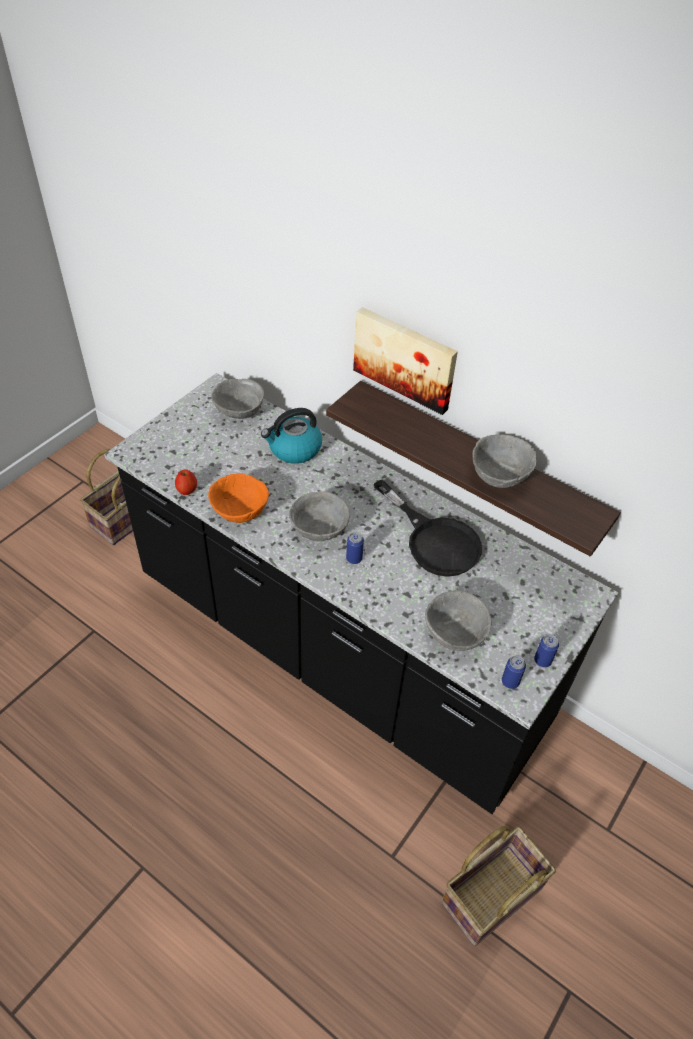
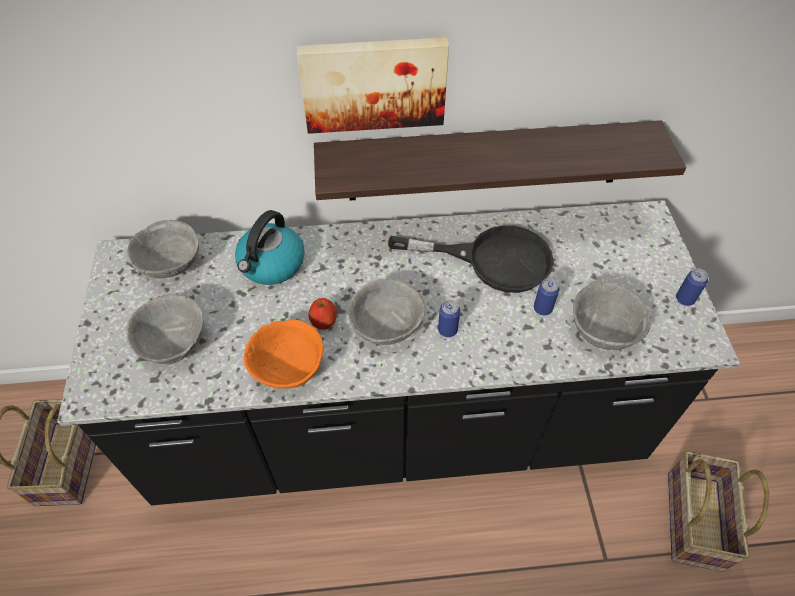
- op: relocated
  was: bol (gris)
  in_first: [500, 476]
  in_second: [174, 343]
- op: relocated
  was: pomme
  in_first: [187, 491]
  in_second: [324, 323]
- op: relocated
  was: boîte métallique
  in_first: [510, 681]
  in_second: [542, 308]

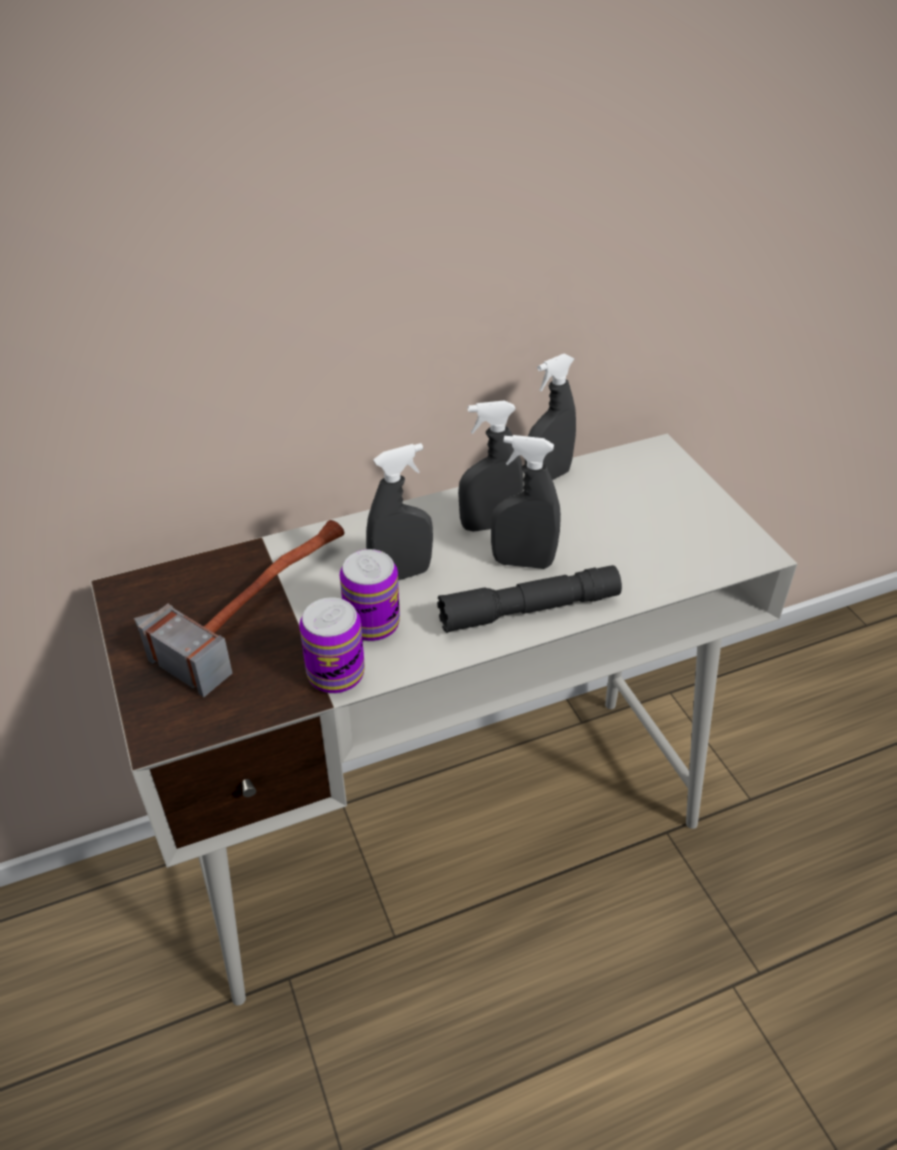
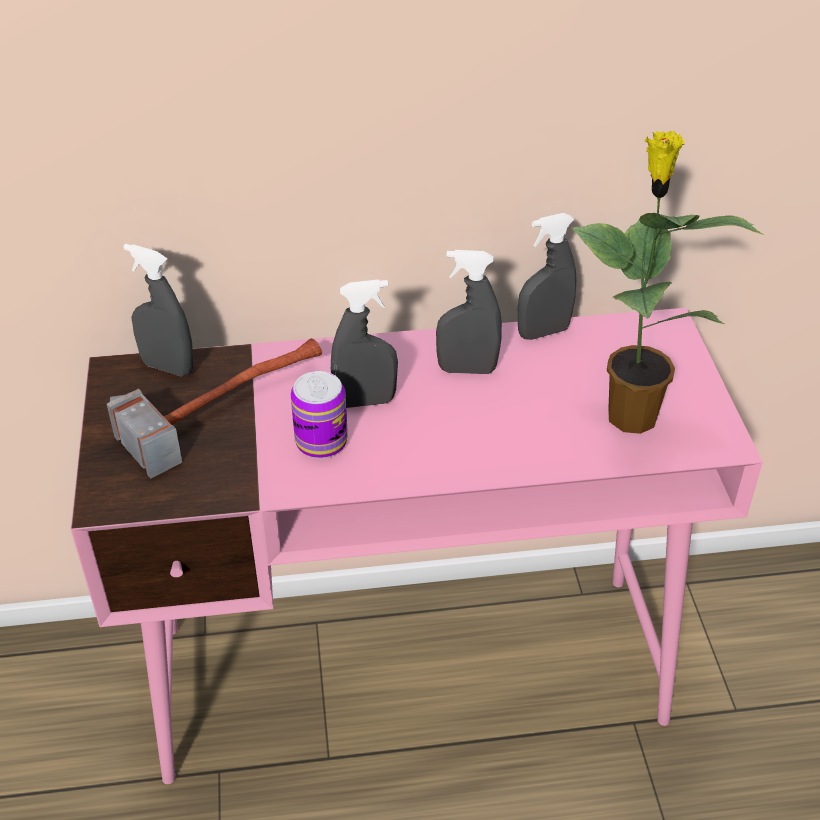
- op: colour
  was: bureau (blanc)
  now: bureau (rose)
  in_first: [449, 832]
  in_second: [412, 673]
- op: relocated
  was: vaporisateur (gris)
  in_first: [522, 562]
  in_second: [168, 367]
- op: appeared
  now: plante en pot
  in_second: [629, 414]
- op: missing
  was: boîte métallique
  in_first: [336, 674]
- op: missing
  was: lampe de poche (gris)
  in_first: [529, 610]

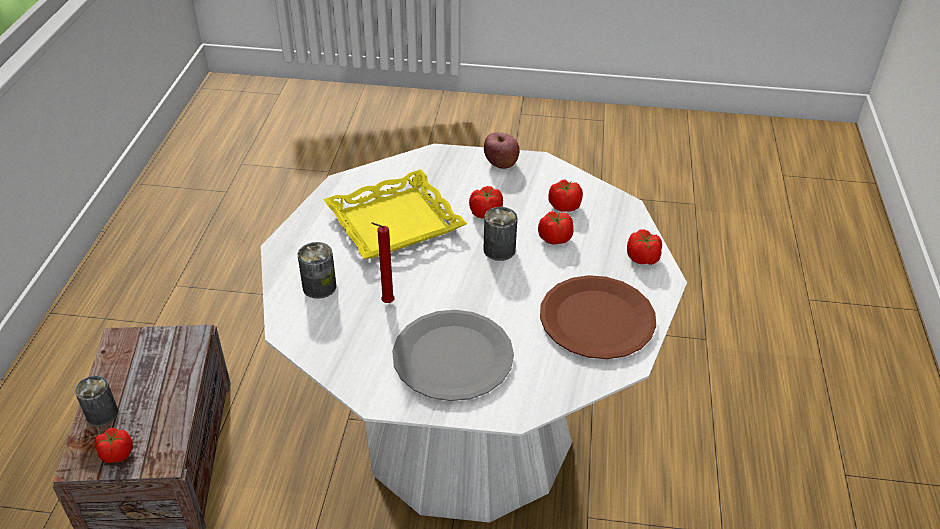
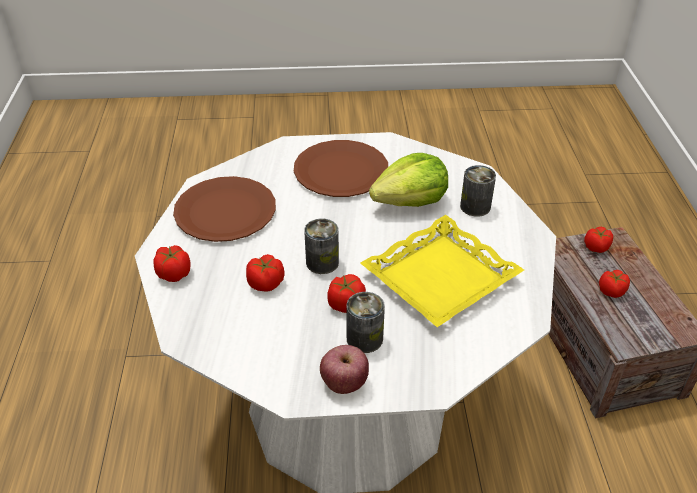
- op: colour
  was: assiette (gris)
  now: assiette (marron)
  in_first: [452, 357]
  in_second: [341, 171]
- op: relocated
  was: boîte métallique
  in_first: [102, 414]
  in_second: [364, 338]
- op: exchanged
  was: bougie (rouge)
  now: laitue
  in_first: [385, 303]
  in_second: [411, 201]
- op: relocated
  was: tomate
  in_first: [564, 206]
  in_second: [611, 291]

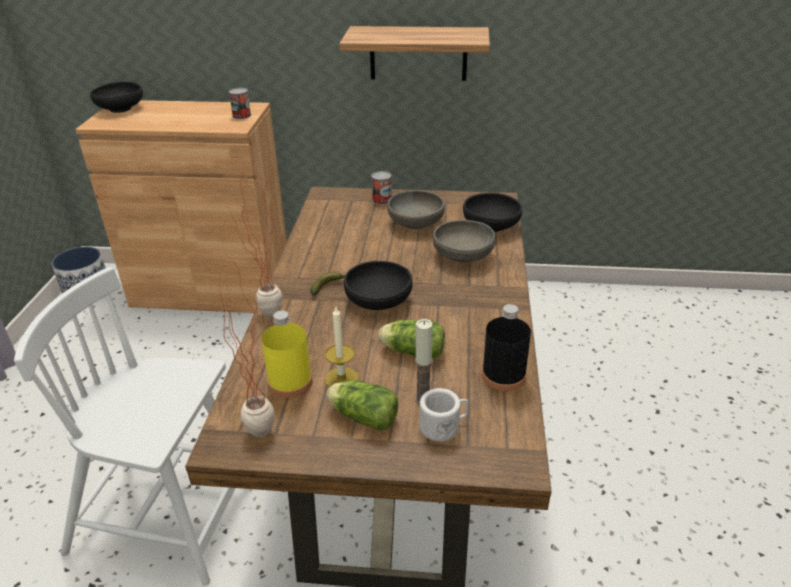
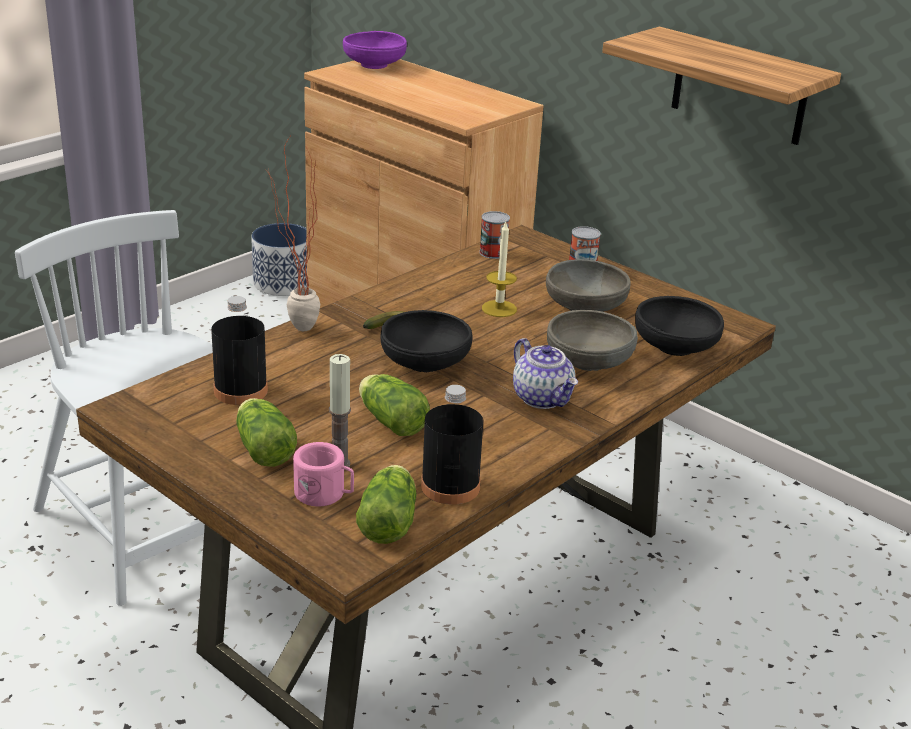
- op: colour
  was: bouteille (jaune)
  now: bouteille (noir)
  in_first: [290, 382]
  in_second: [240, 391]
- op: colour
  was: mug (blanc)
  now: mug (rose)
  in_first: [444, 426]
  in_second: [324, 494]
- op: colour
  was: bol (noir)
  now: bol (violet)
  in_first: [121, 109]
  in_second: [374, 65]
- op: appeared
  now: laitue
  in_second: [389, 520]
- op: relocated
  was: boîte métallique
  in_first: [241, 116]
  in_second: [493, 252]
- op: relocated
  was: bougie
  in_first: [341, 379]
  in_second: [499, 309]
- op: appeared
  now: théière
  in_second: [543, 398]
- op: missing
  was: plante en pot
  in_first: [263, 425]

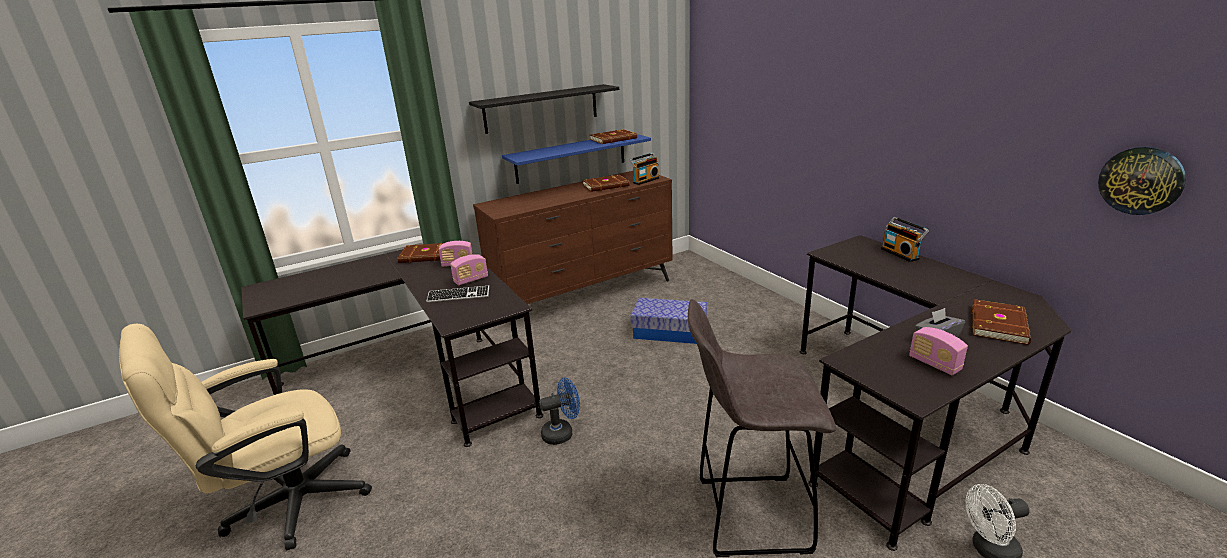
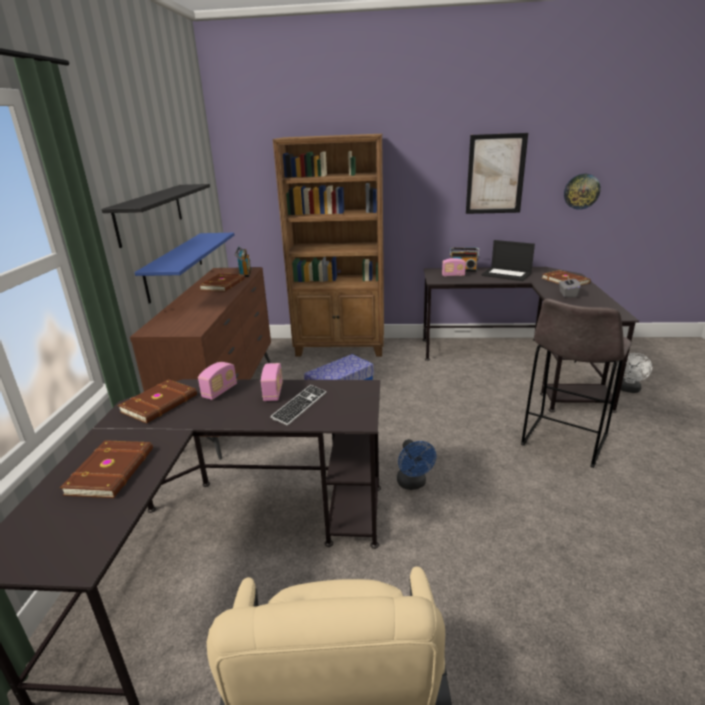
- op: relocated
  was: livre (marron)
  in_first: [614, 139]
  in_second: [112, 471]
- op: appeared
  now: bibliothèque (marron)
  in_second: [341, 348]
- op: spun
  was: ventilateur (bleu)
  in_first: [562, 433]
  in_second: [413, 484]
  clockwise: 150
- op: relocated
  was: radio
  in_first: [934, 364]
  in_second: [453, 275]
- op: appeared
  now: tableau
  in_second: [495, 174]
- op: appeared
  now: ordinateur portable
  in_second: [507, 274]

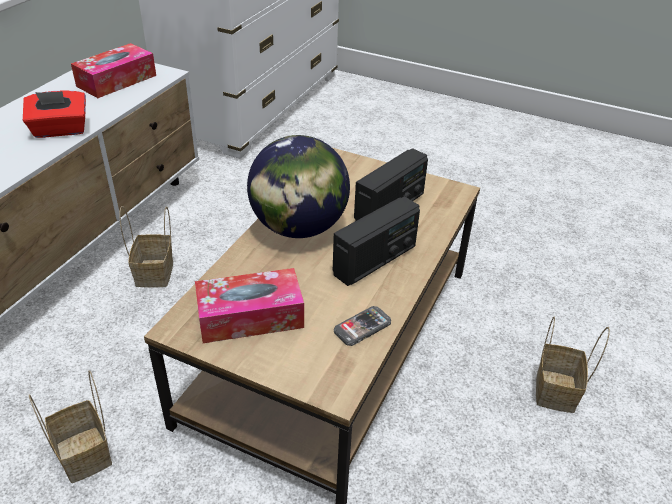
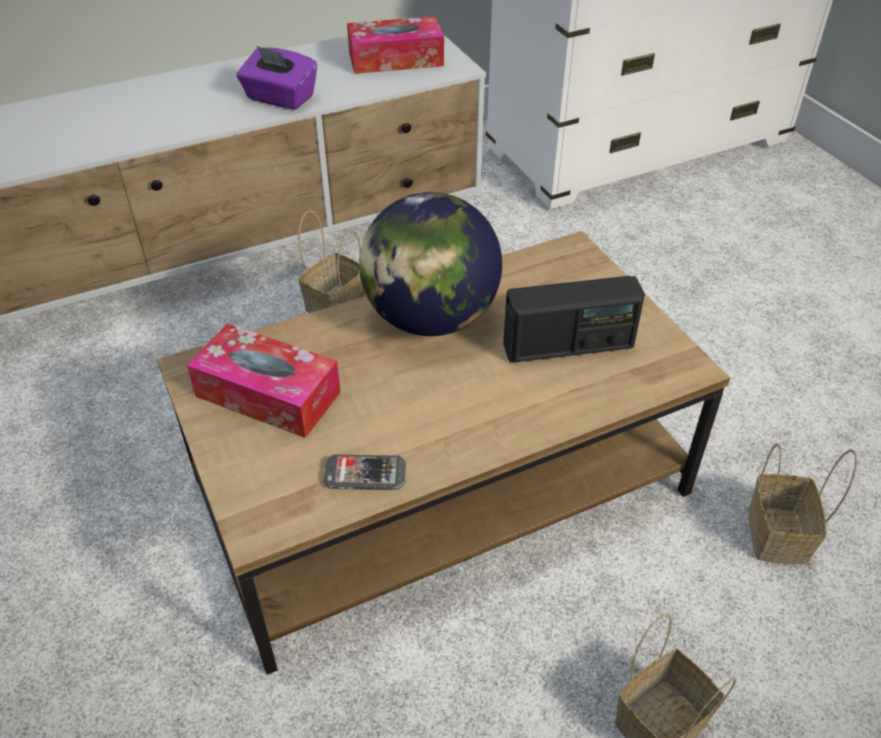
- op: colour
  was: boîte à mouchoirs (rouge)
  now: boîte à mouchoirs (violet)
  in_first: [60, 130]
  in_second: [280, 98]
- op: relocated
  was: panier
  in_first: [86, 455]
  in_second: [779, 537]
- op: missing
  was: radio
  in_first: [375, 260]

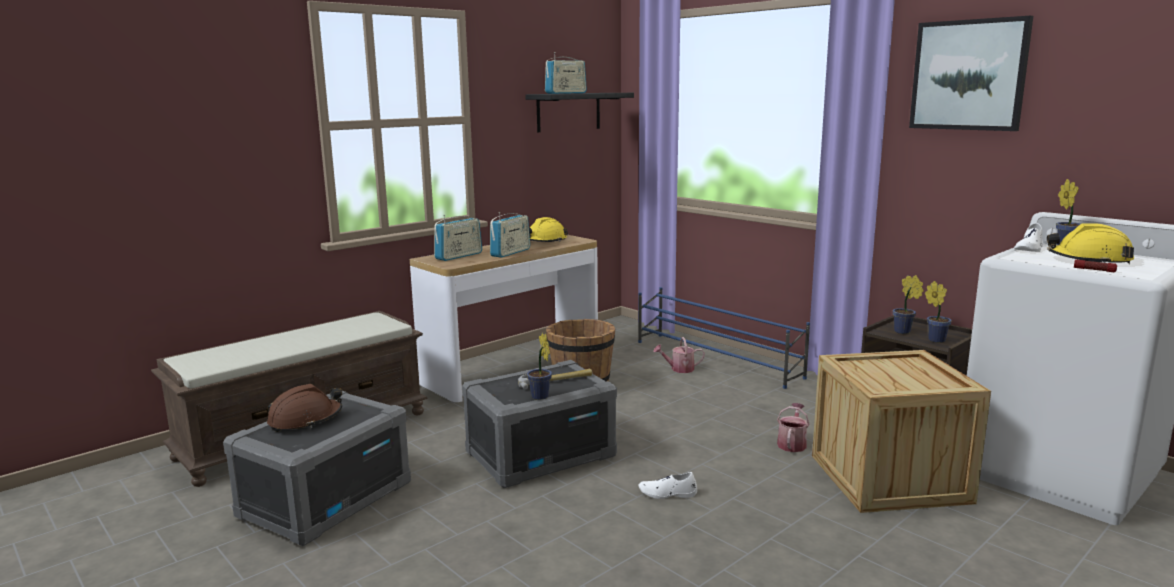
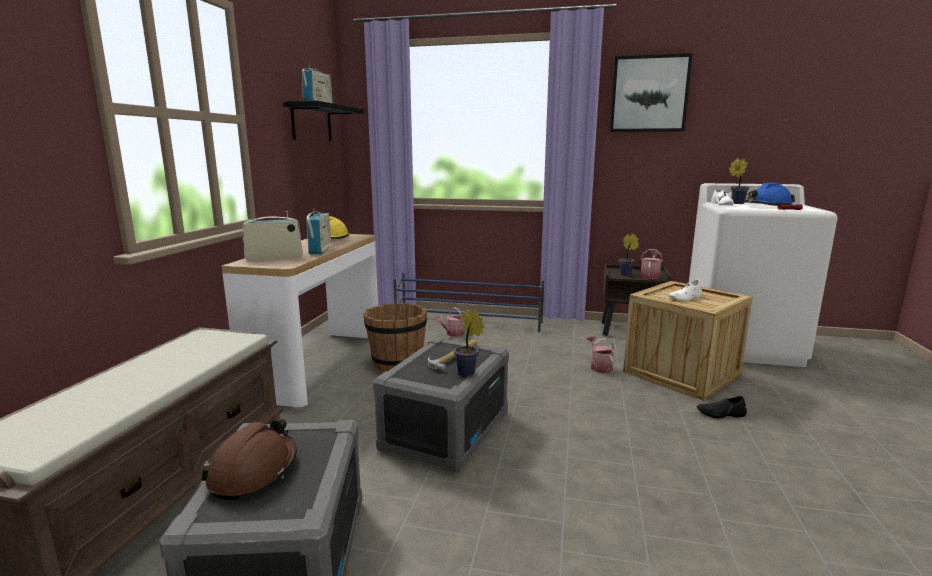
- op: spun
  was: radio
  in_first: [459, 256]
  in_second: [274, 257]
  clockwise: -120
- op: exchanged
  was: plante en pot
  now: arrosoir
  in_first: [934, 340]
  in_second: [650, 276]
- op: relocated
  was: chaussure (blanc)
  in_first: [667, 493]
  in_second: [685, 298]
- op: appeared
  now: chaussure (noir)
  in_second: [720, 414]
- op: colour
  was: casque de chantier (jaune)
  now: casque de chantier (bleu)
  in_first: [1089, 260]
  in_second: [767, 206]

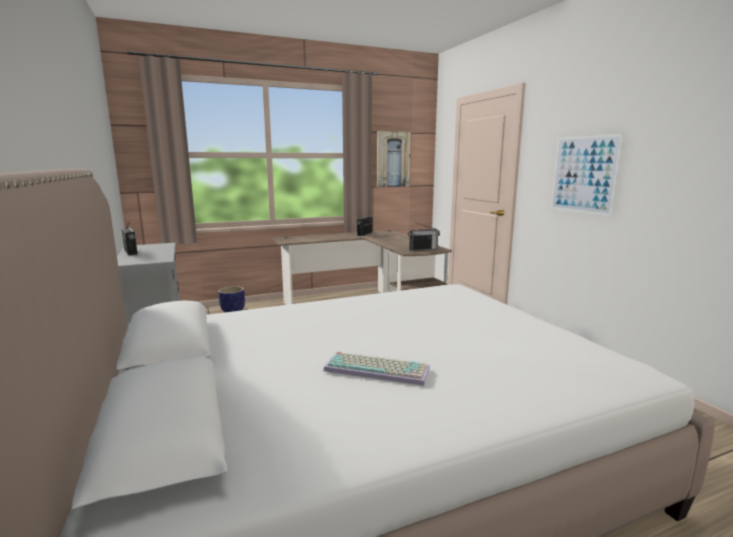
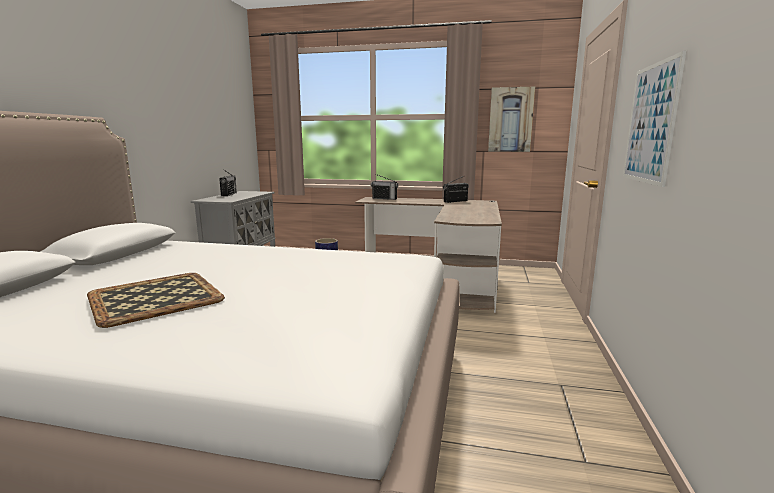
- op: exchanged
  was: clavier
  now: plateau
  in_first: [378, 369]
  in_second: [157, 298]
- op: relocated
  was: radio
  in_first: [423, 249]
  in_second: [384, 198]

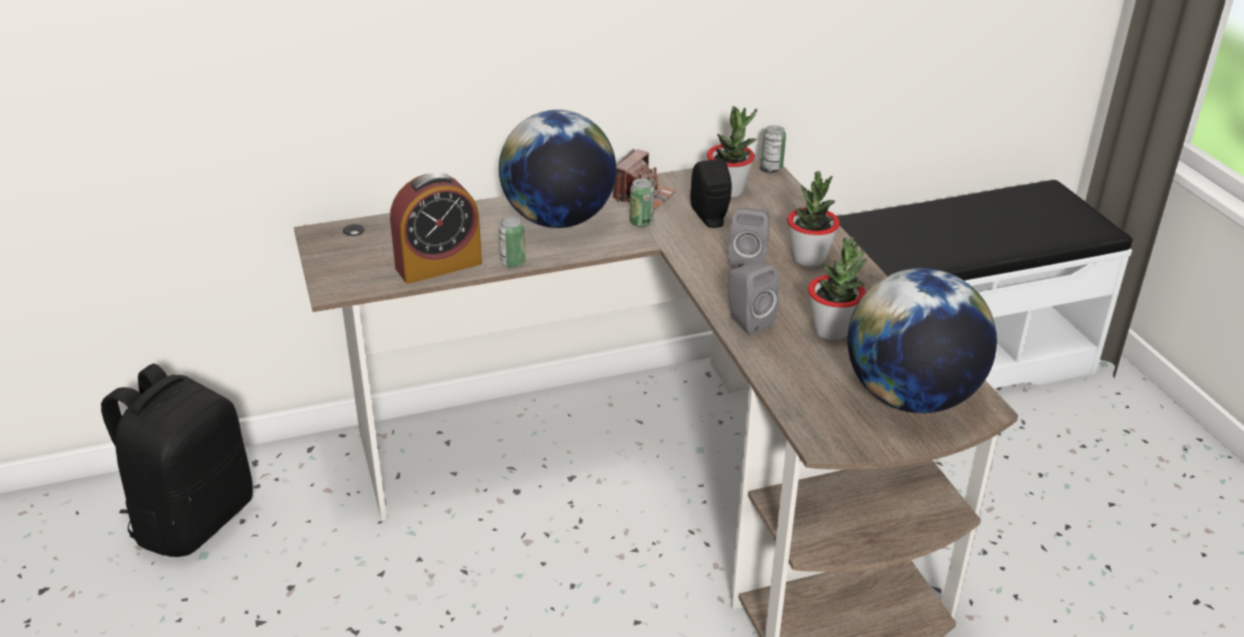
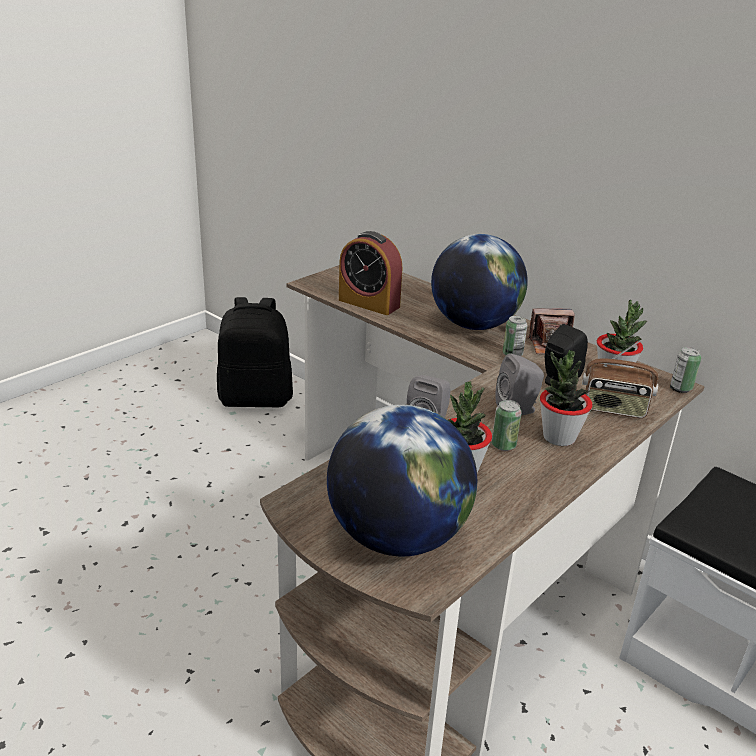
- op: relocated
  was: boîte métallique
  in_first: [513, 262]
  in_second: [503, 445]
- op: appeared
  now: radio
  in_second: [614, 409]

